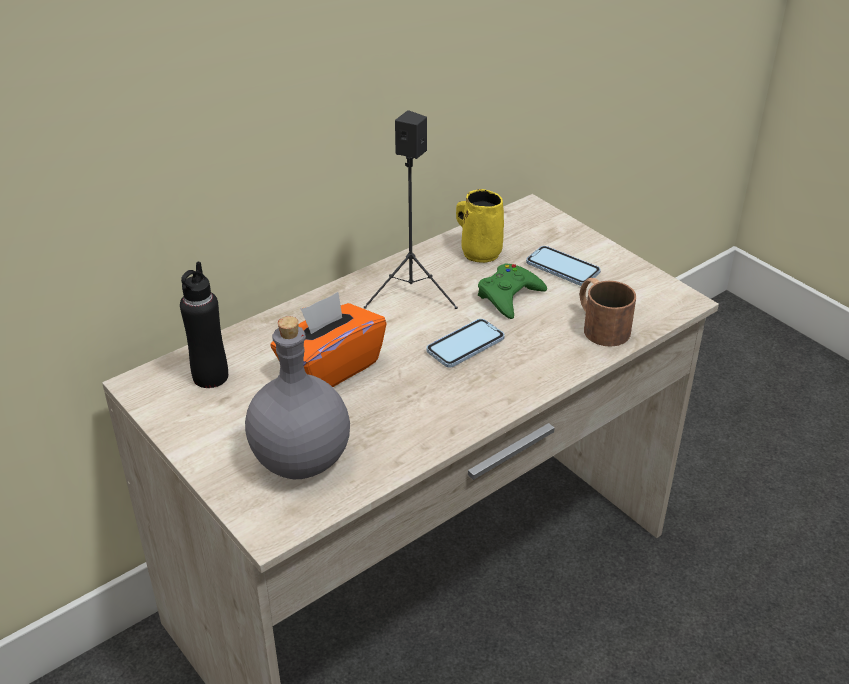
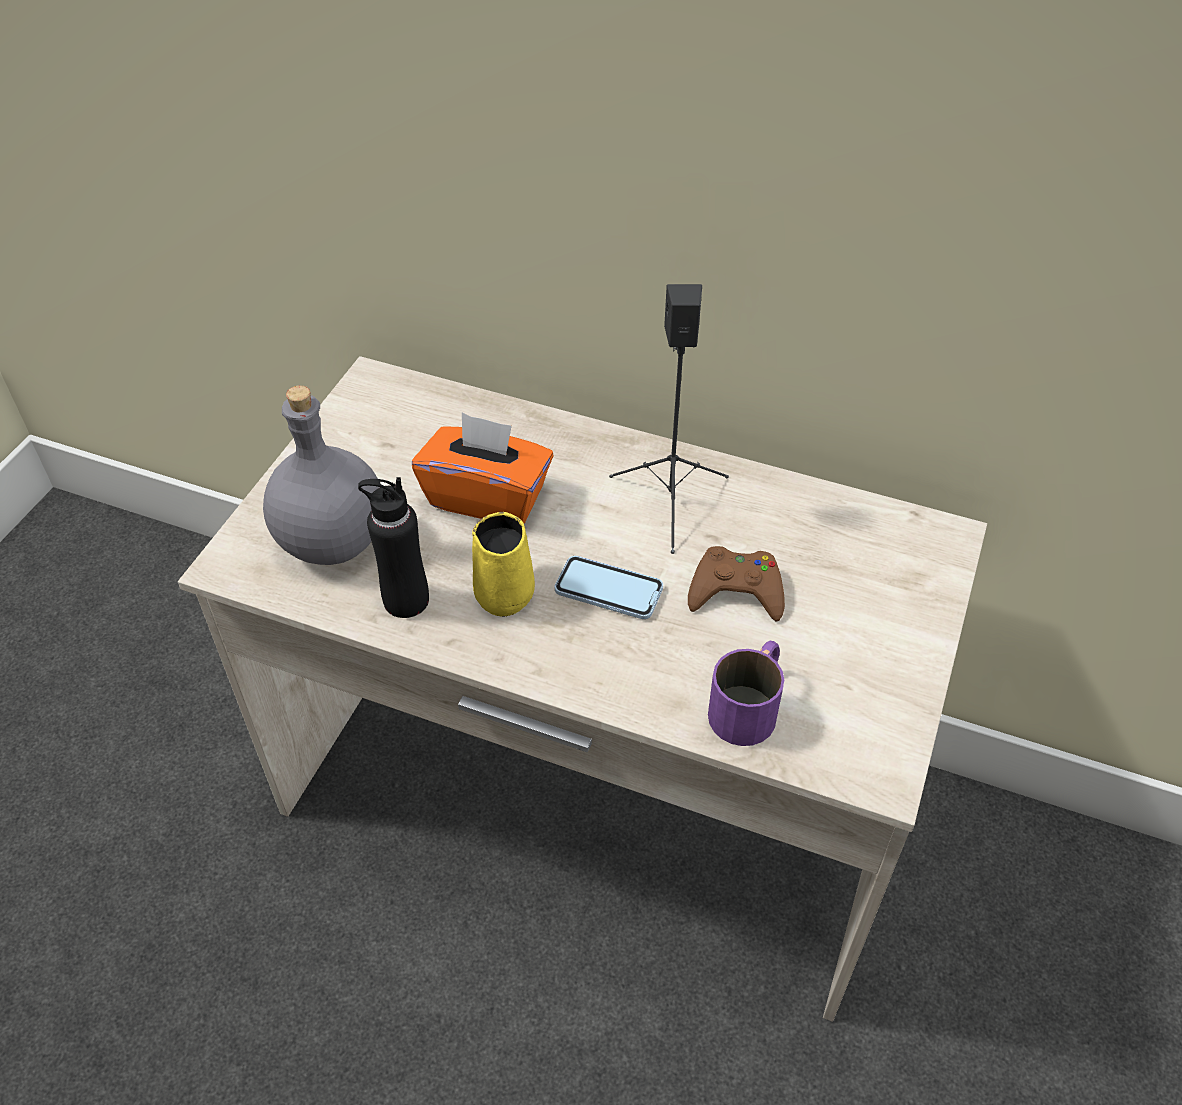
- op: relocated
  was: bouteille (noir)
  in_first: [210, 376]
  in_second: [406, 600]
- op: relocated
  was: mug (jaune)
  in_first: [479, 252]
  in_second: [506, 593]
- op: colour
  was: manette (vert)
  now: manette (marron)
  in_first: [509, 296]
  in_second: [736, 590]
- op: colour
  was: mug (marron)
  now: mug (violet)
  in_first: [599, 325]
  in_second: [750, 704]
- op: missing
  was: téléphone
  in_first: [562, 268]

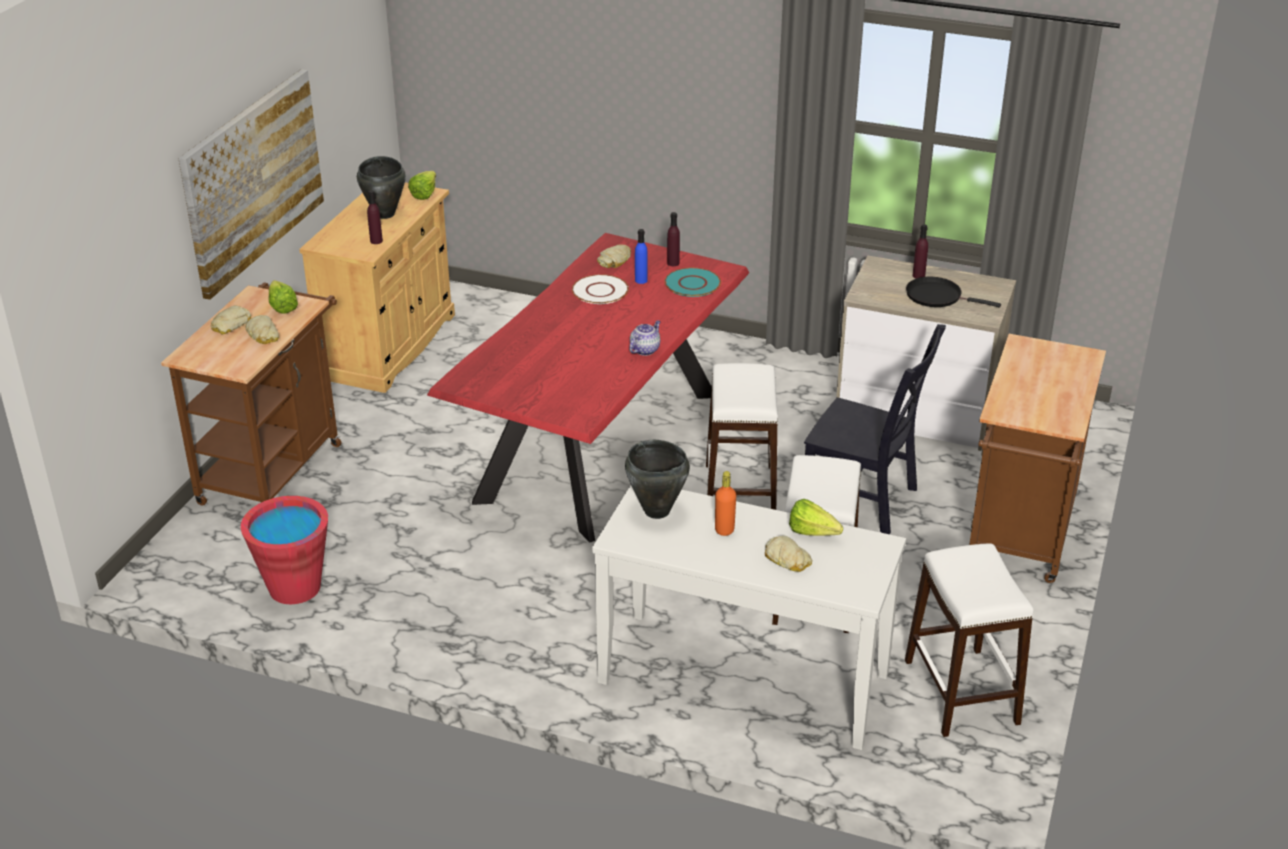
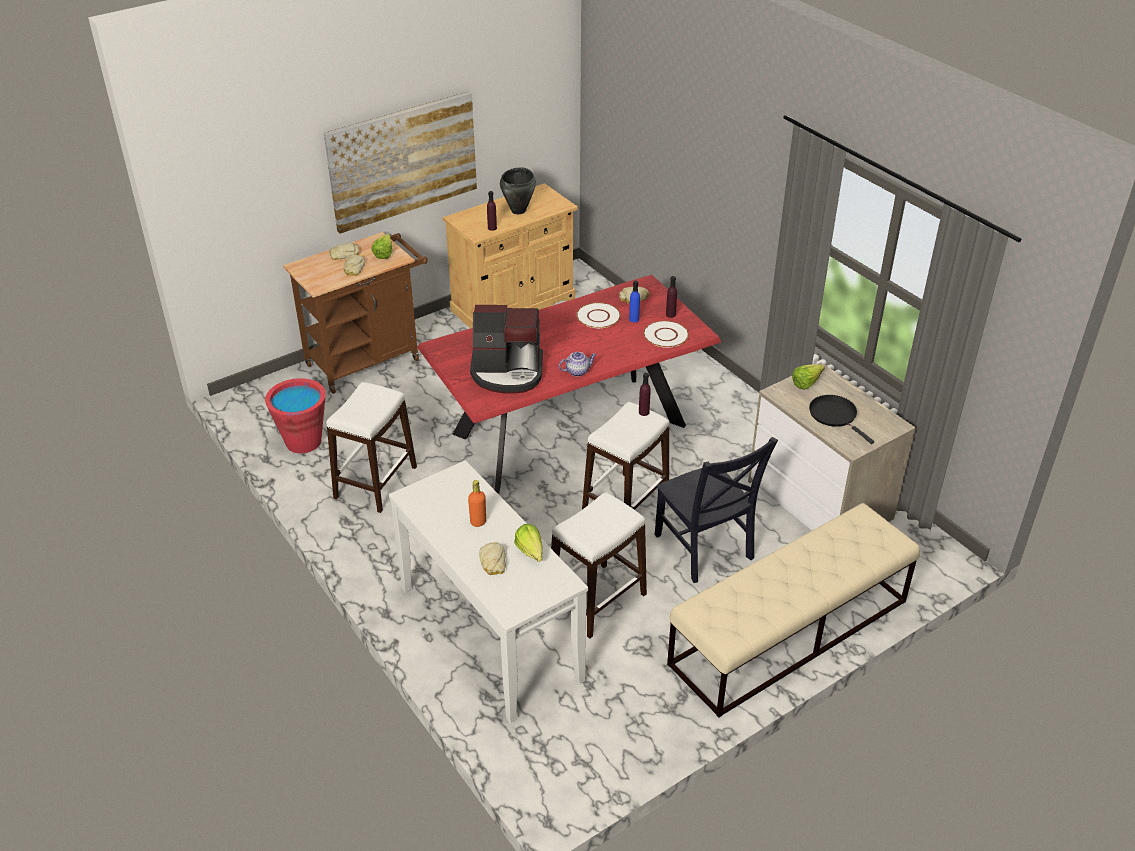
- op: relocated
  was: tabouret (blanc)
  in_first: [960, 692]
  in_second: [375, 482]
- op: appeared
  now: machine à café
  in_second: [507, 372]
- op: relocated
  was: bouteille (violet)
  in_first: [918, 275]
  in_second: [644, 412]
- op: colour
  was: assiette (turquoise)
  now: assiette (blanc)
  in_first: [692, 284]
  in_second: [665, 335]
- op: exchanged
  was: chariot (marron)
  now: banc (beige)
  in_first: [1019, 538]
  in_second: [788, 633]
- op: relocated
  was: laitue
  in_first: [427, 193]
  in_second: [809, 382]
- op: missing
  was: marmite (noir)
  in_first: [656, 511]

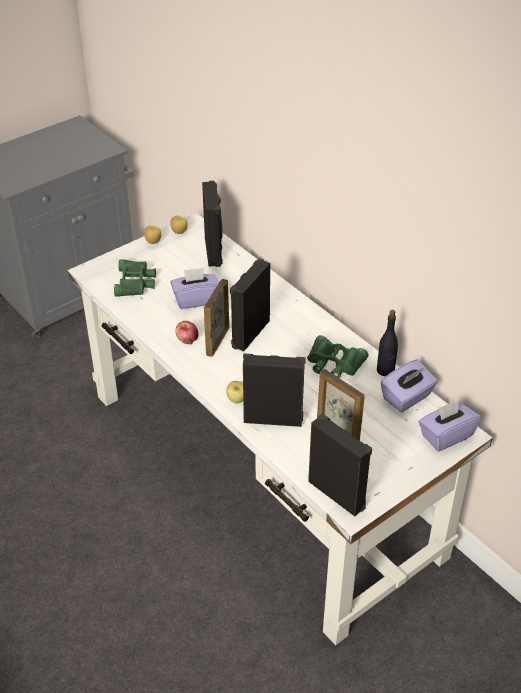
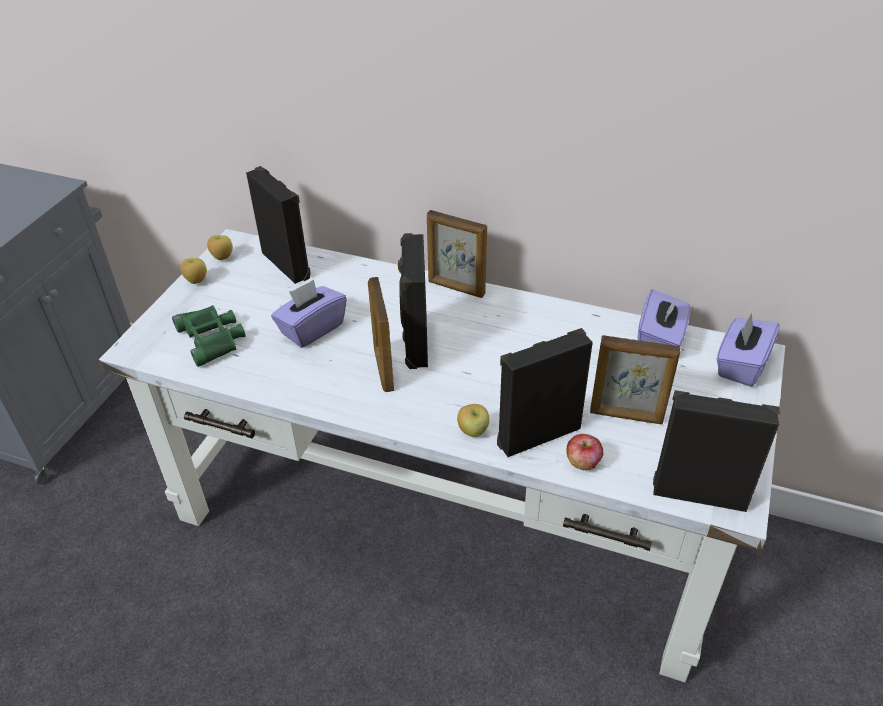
- op: appeared
  now: cadre photo
  in_second: [456, 288]
- op: relocated
  was: pomme
  in_first: [187, 339]
  in_second: [583, 462]
- op: missing
  was: jumelles (vert)
  in_first: [334, 363]
- op: missing
  was: bouteille (noir)
  in_first: [385, 370]

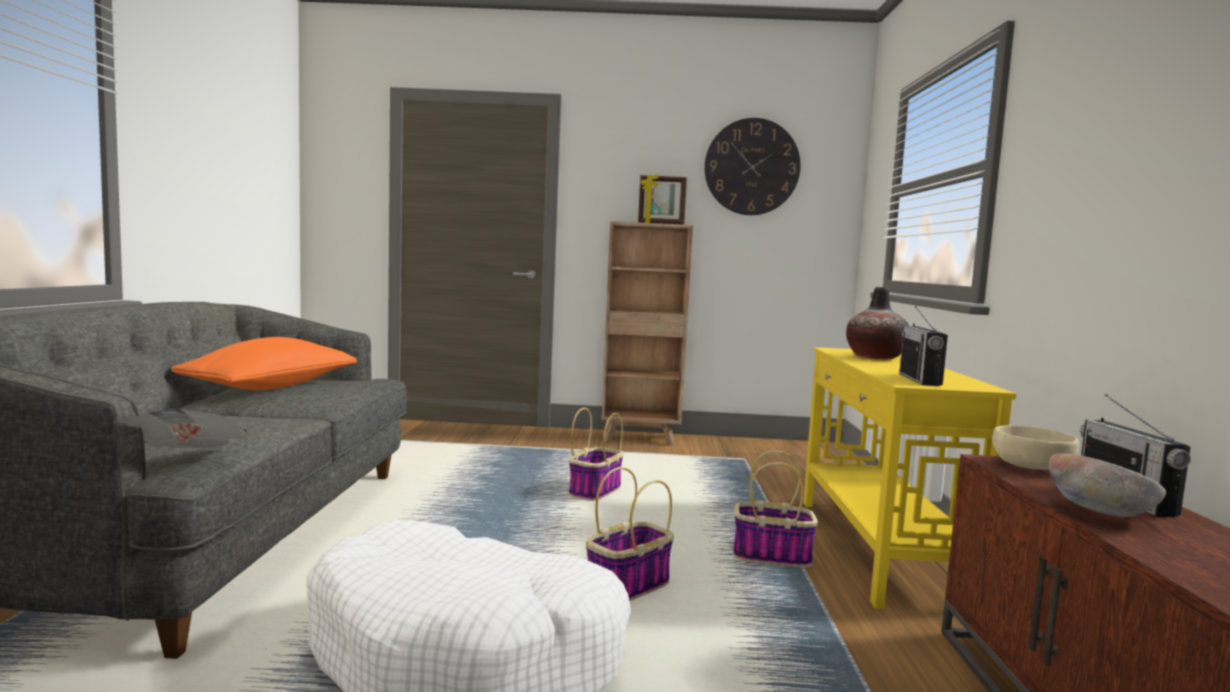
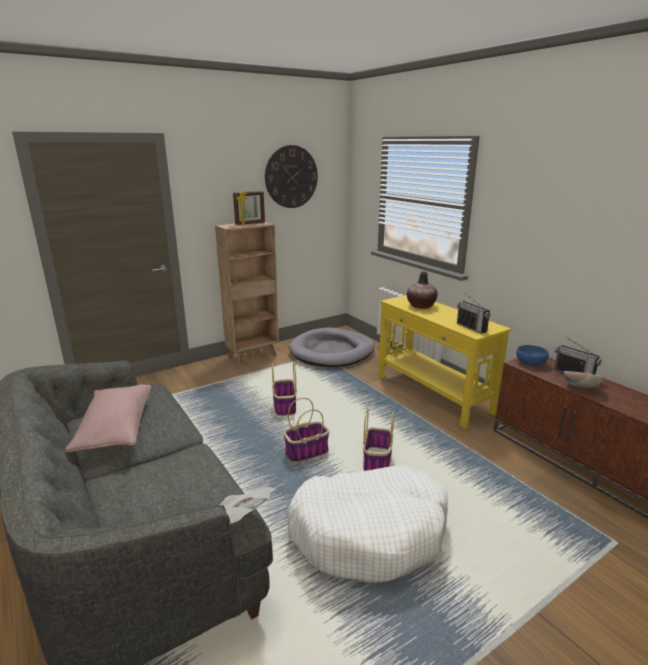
- op: colour
  was: coussin (orange)
  now: coussin (rose)
  in_first: [270, 387]
  in_second: [115, 429]
- op: relocated
  was: panier
  in_first: [772, 556]
  in_second: [307, 452]
- op: appeared
  now: panier pour chien (gris)
  in_second: [332, 351]
- op: colour
  was: bol (beige)
  now: bol (bleu)
  in_first: [1032, 466]
  in_second: [531, 363]

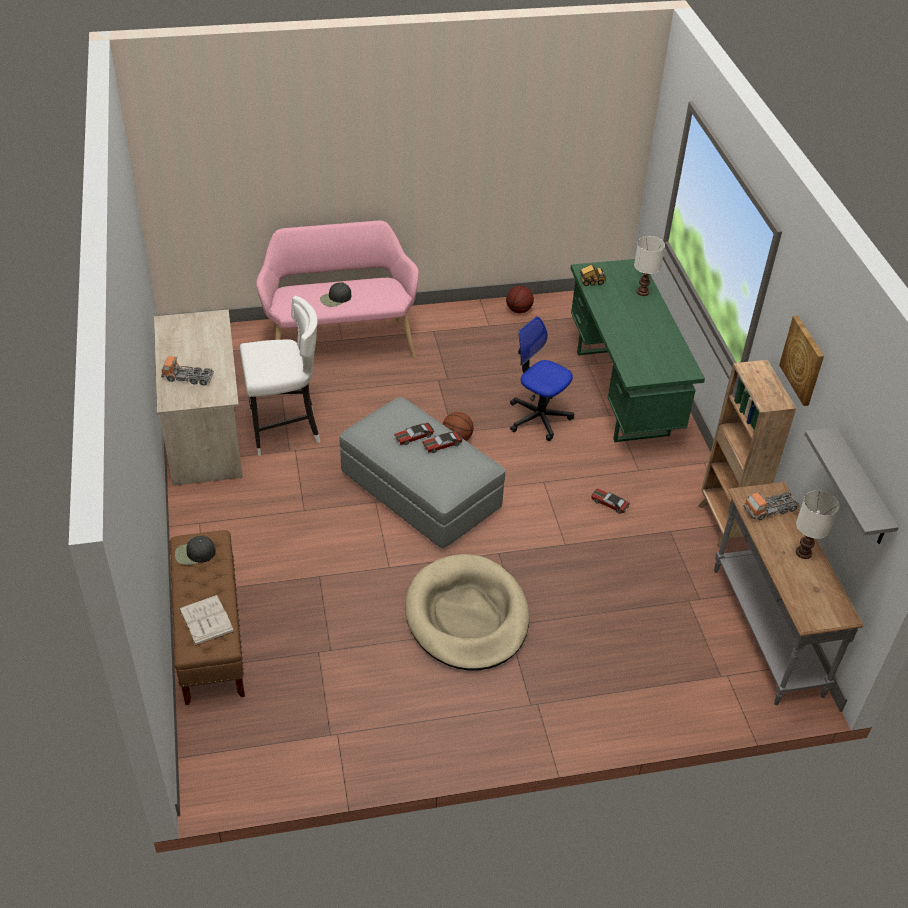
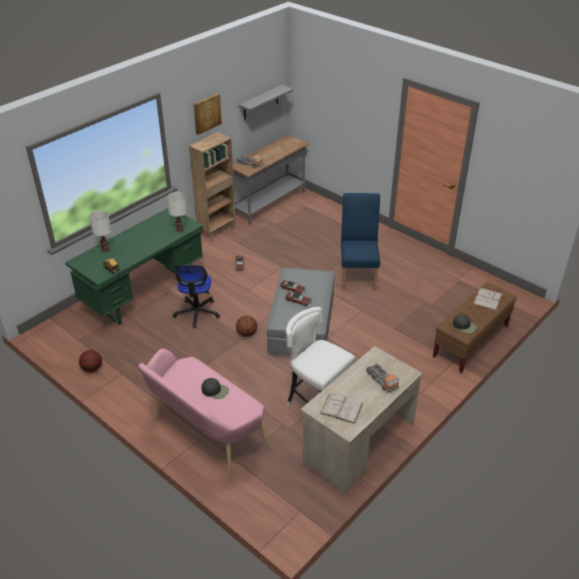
- op: relocated
  was: lampe de table (blanc)
  in_first: [804, 553]
  in_second: [179, 229]
- op: appeared
  now: livre (blanc)
  in_second: [341, 408]
- op: exchanged
  was: panier pour chien (beige)
  now: chaise (bleu)
  in_first: [467, 616]
  in_second: [358, 275]

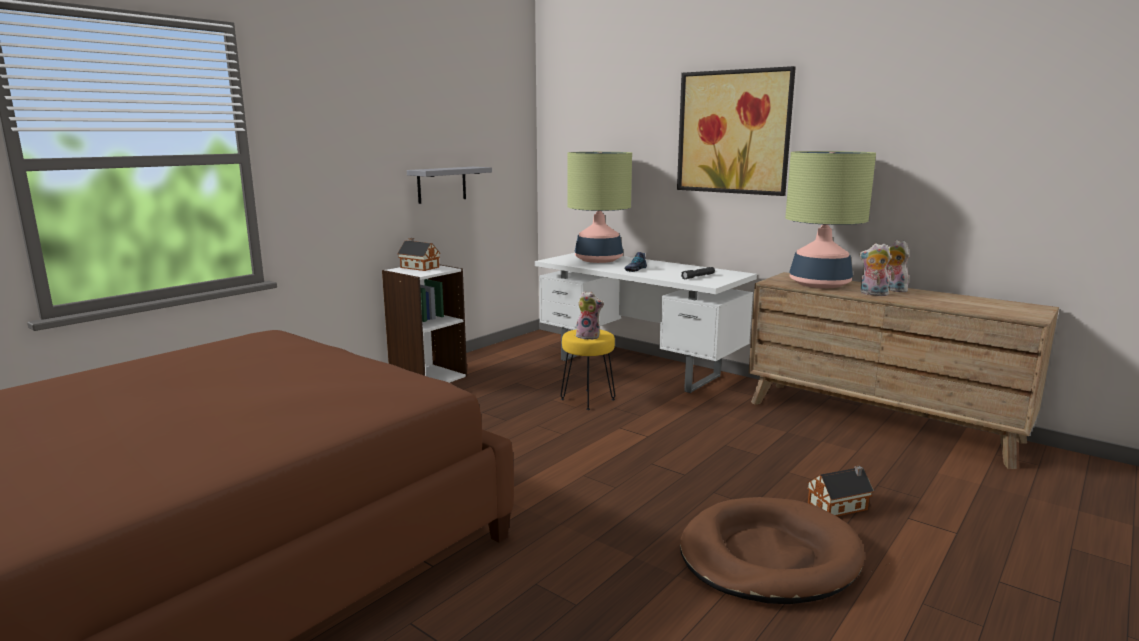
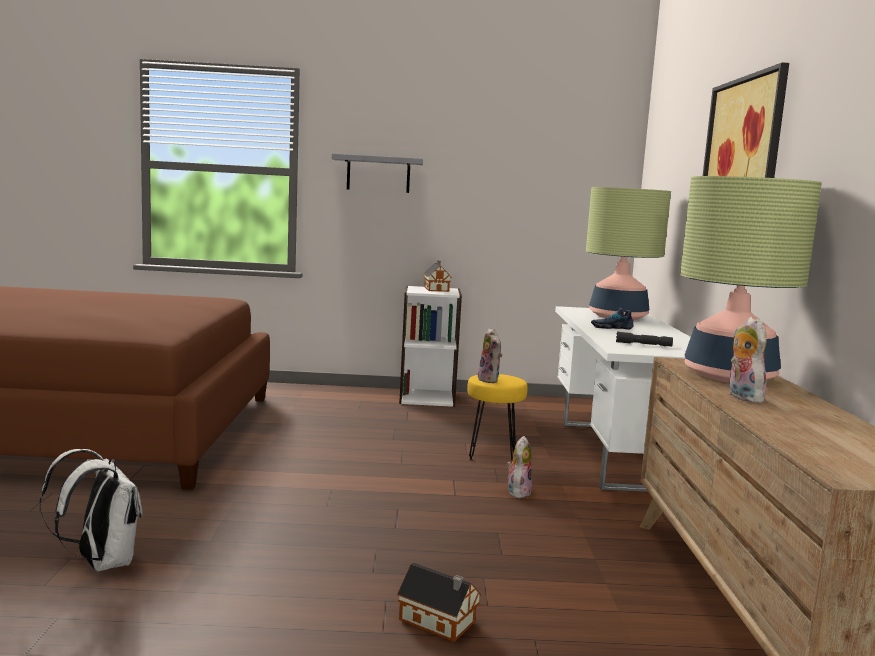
- op: appeared
  now: sac à dos (blanc)
  in_second: [100, 563]
- op: relocated
  was: étagère (gris)
  in_first: [441, 184]
  in_second: [378, 174]
- op: relocated
  was: peluche
  in_first: [892, 290]
  in_second: [518, 492]
- op: missing
  was: panier pour chien (marron)
  in_first: [768, 556]

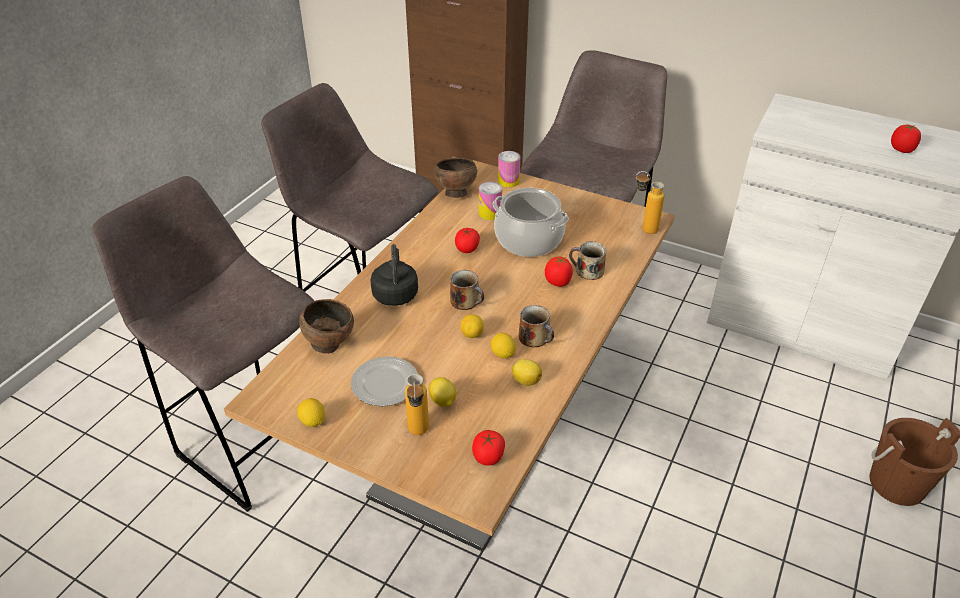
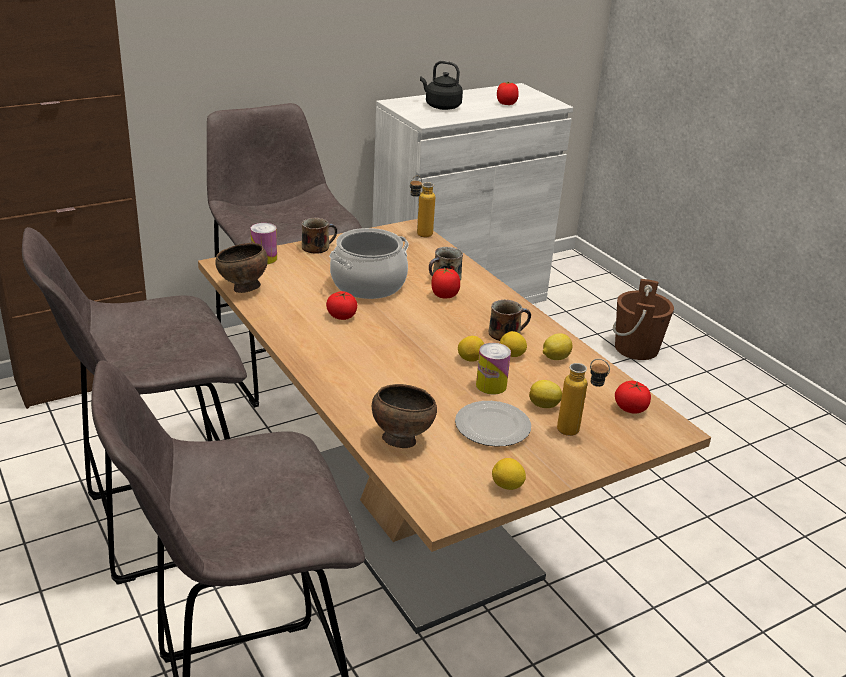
- op: relocated
  was: mug
  in_first: [466, 301]
  in_second: [317, 247]
- op: relocated
  was: bouilloire (noir)
  in_first: [395, 293]
  in_second: [441, 106]
- op: relocated
  was: boîte métallique
  in_first: [490, 213]
  in_second: [491, 385]

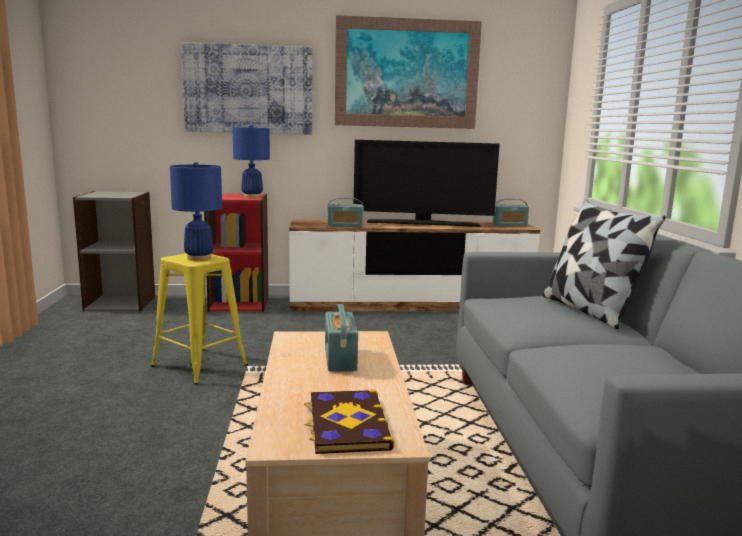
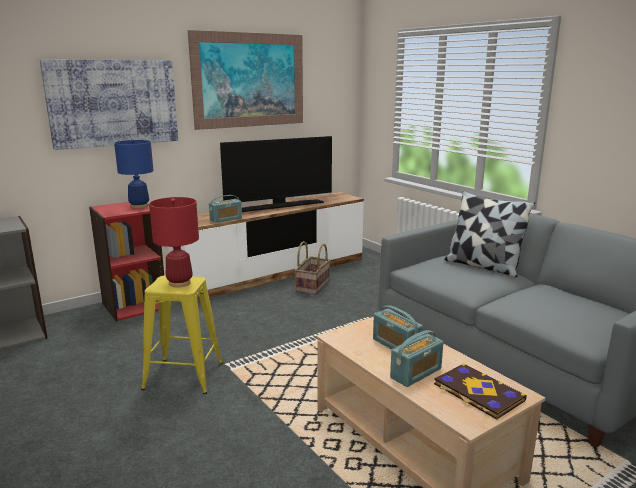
- op: colour
  was: lampe de table (bleu)
  now: lampe de table (rouge)
  in_first: [199, 258]
  in_second: [180, 283]
- op: appeared
  now: panier
  in_second: [312, 286]
- op: relocated
  was: radio
  in_first: [509, 225]
  in_second: [416, 373]

